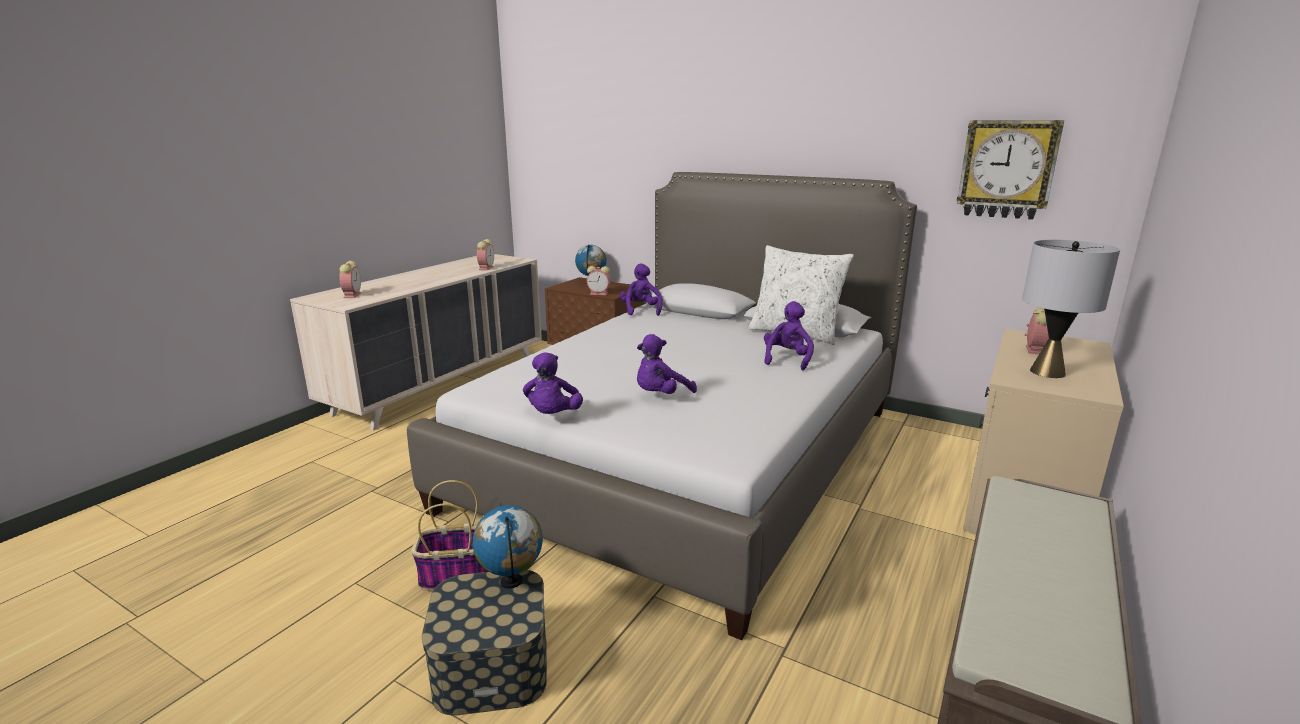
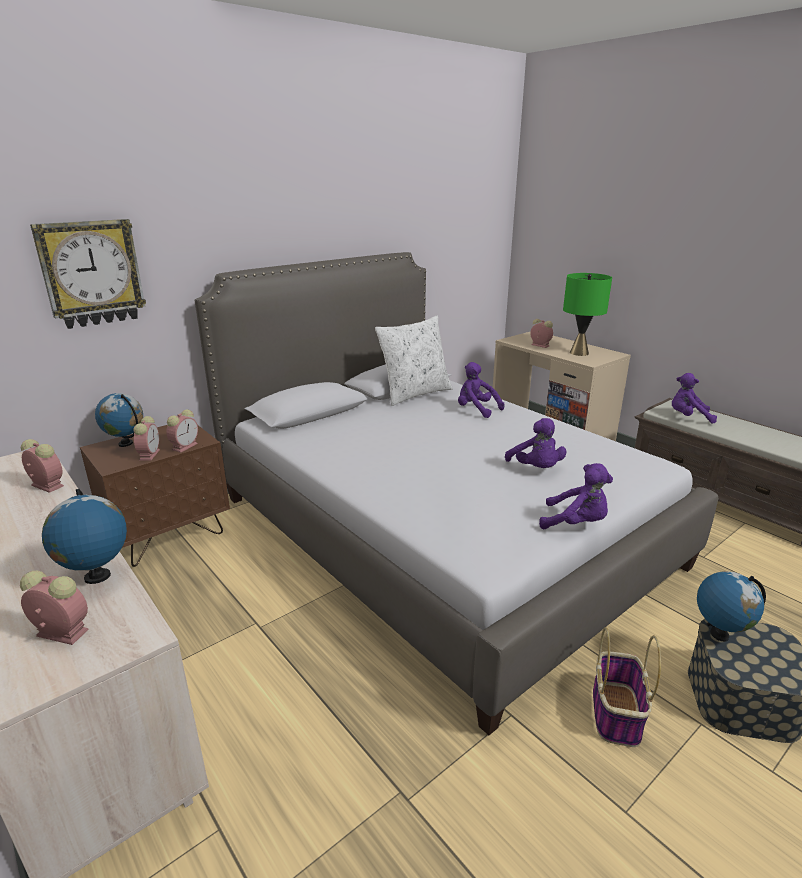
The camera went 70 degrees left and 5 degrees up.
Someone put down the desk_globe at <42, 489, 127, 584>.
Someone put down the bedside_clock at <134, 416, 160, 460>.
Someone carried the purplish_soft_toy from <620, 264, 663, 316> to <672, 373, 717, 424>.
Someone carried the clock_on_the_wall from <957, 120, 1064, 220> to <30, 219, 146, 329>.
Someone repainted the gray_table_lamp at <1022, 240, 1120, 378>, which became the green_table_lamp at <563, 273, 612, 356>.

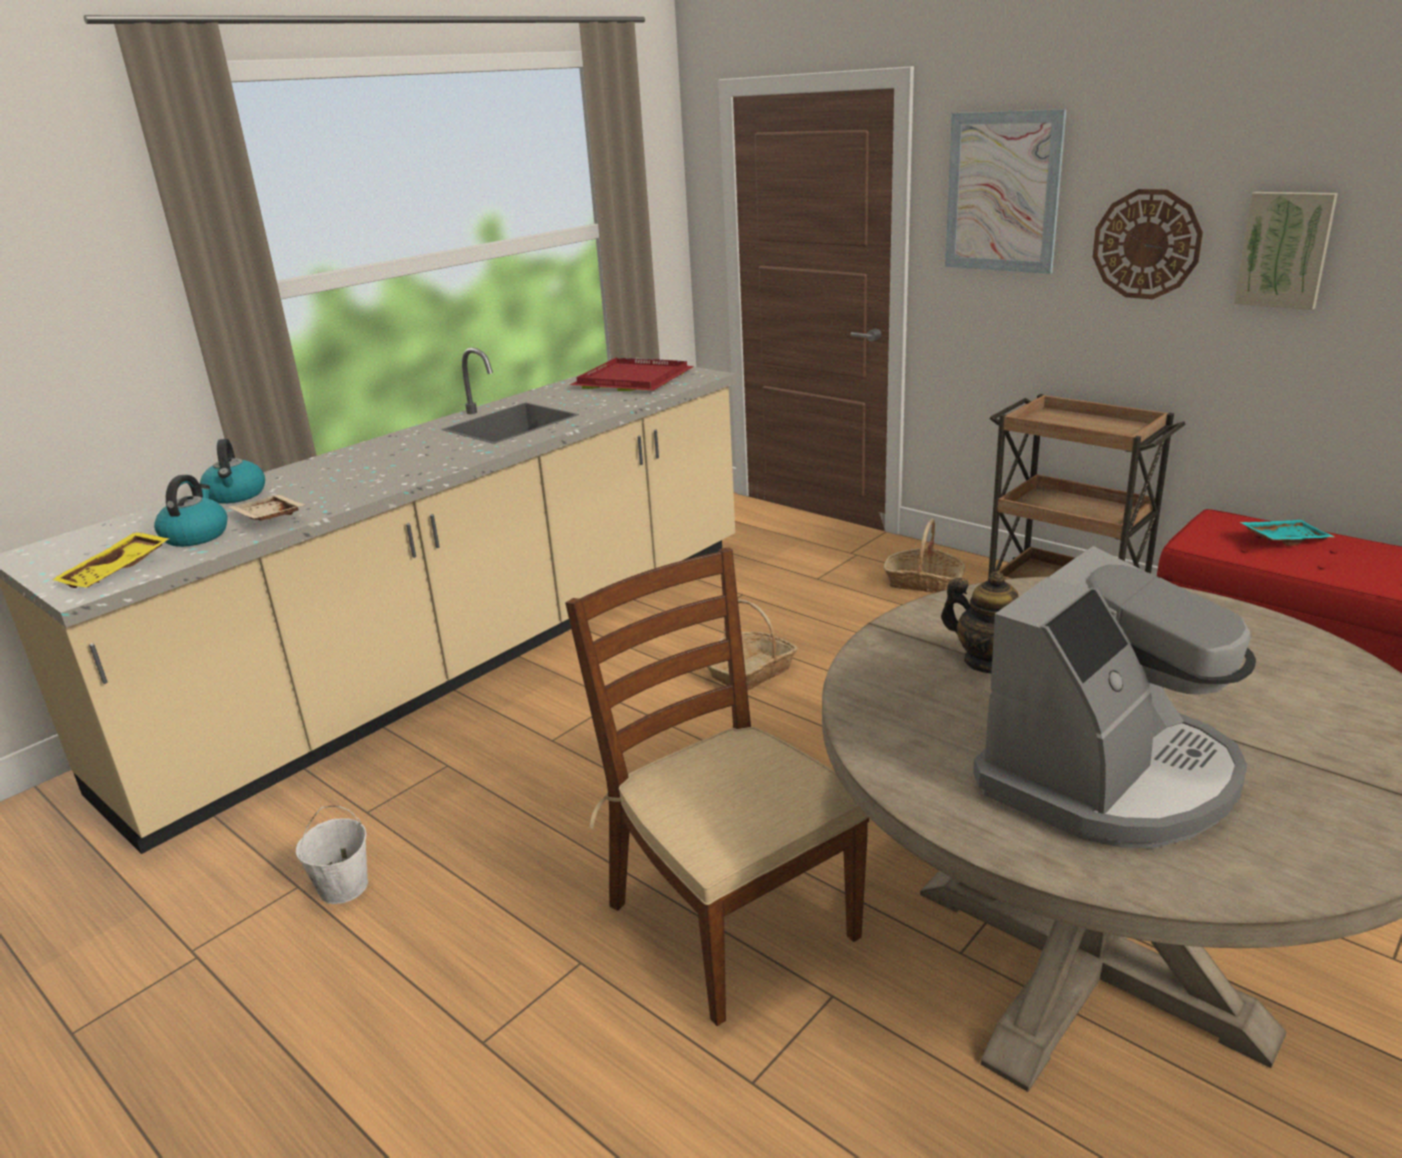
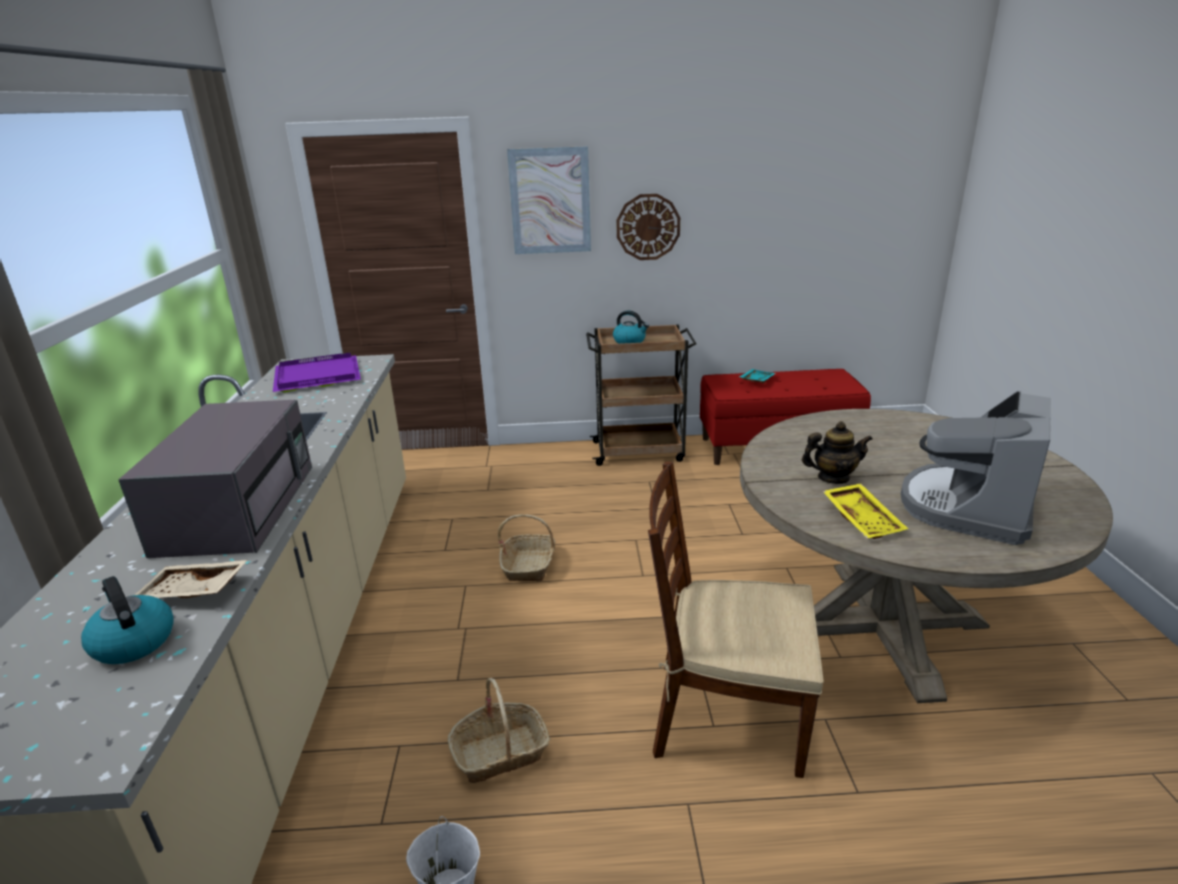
The camera went 45 degrees left and 0 degrees up.
Someone took away the wall_art at <1234, 192, 1338, 310>.
Someone put down the gray_microwave_oven at <118, 400, 312, 558>.
Someone carried the yellowish_carrying_tray from <52, 532, 169, 588> to <823, 484, 908, 539>.
Someone carried the water_kettle from <200, 439, 265, 504> to <613, 311, 649, 344>.
Someone carried the storage_basket from <884, 518, 965, 593> to <448, 678, 550, 783>.
Someone repainted the reddish_carrying_tray at <570, 357, 694, 391>, which became the purplish_carrying_tray at <273, 352, 361, 393>.
Someone rotated the coffee_brewer at <973, 546, 1256, 848> by 150 degrees counterclockwise.

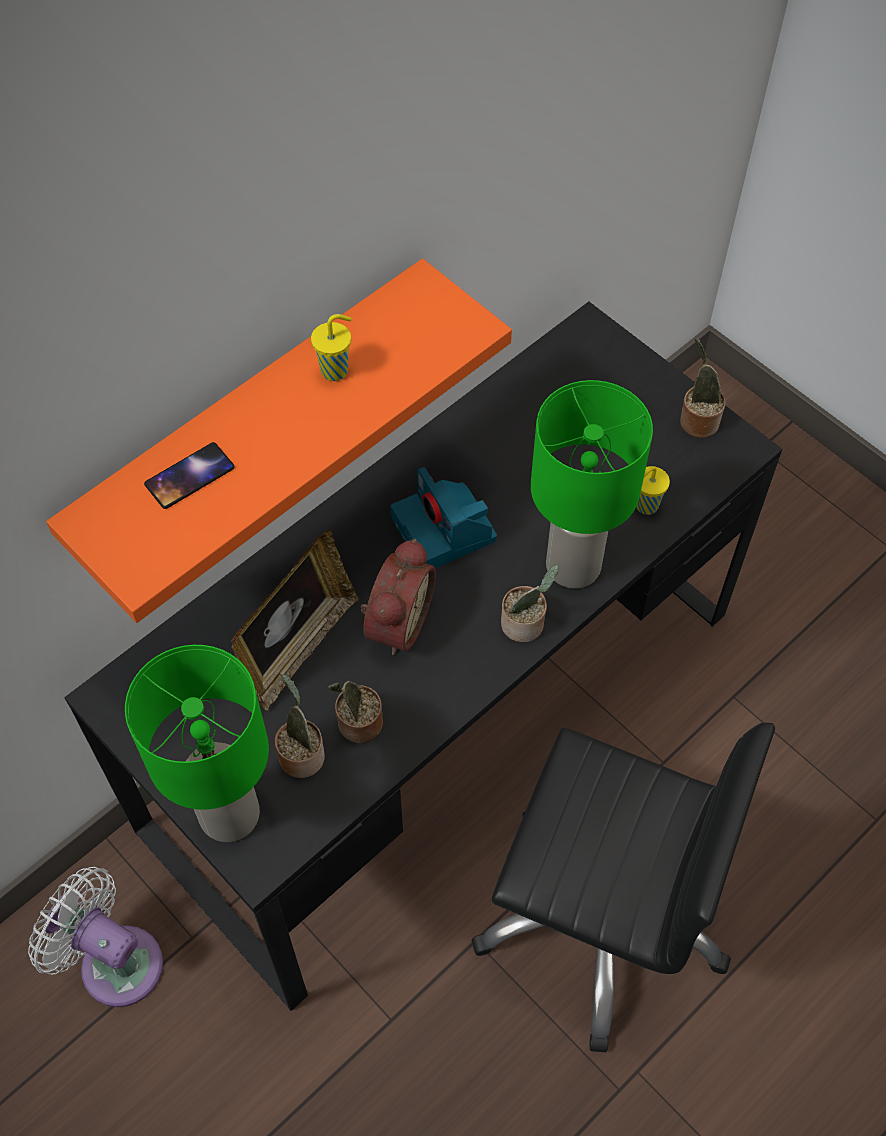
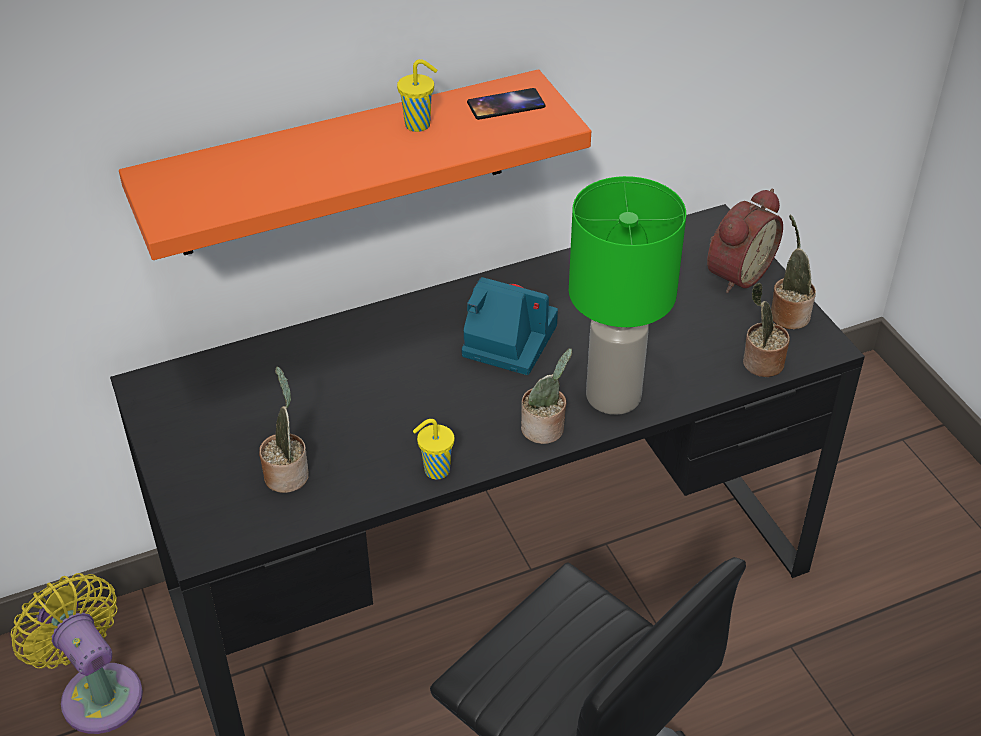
The camera went 20 degrees right and 15 degrees down.
Someone took away the green_table_lamp at <125, 645, 269, 842>.
Someone took away the photo_frame at <231, 530, 359, 711>.
Someone carried the telephone from <144, 442, 235, 509> to <467, 88, 546, 120>.
Someone carried the potted_plant from <329, 681, 383, 743> to <743, 283, 790, 377>.
Someone carried the bedside_clock from <361, 539, 436, 655> to <707, 189, 783, 293>.
Someone carried the yellowish_small_cup from <636, 466, 670, 515> to <413, 419, 454, 480>.
Someone repainted the whitish_electric_fan at <28, 867, 163, 1007>, which became the yellowish_electric_fan at <11, 573, 143, 734>.
Someone rotated the still_camera at <391, 467, 497, 569> by 120 degrees clockwise.

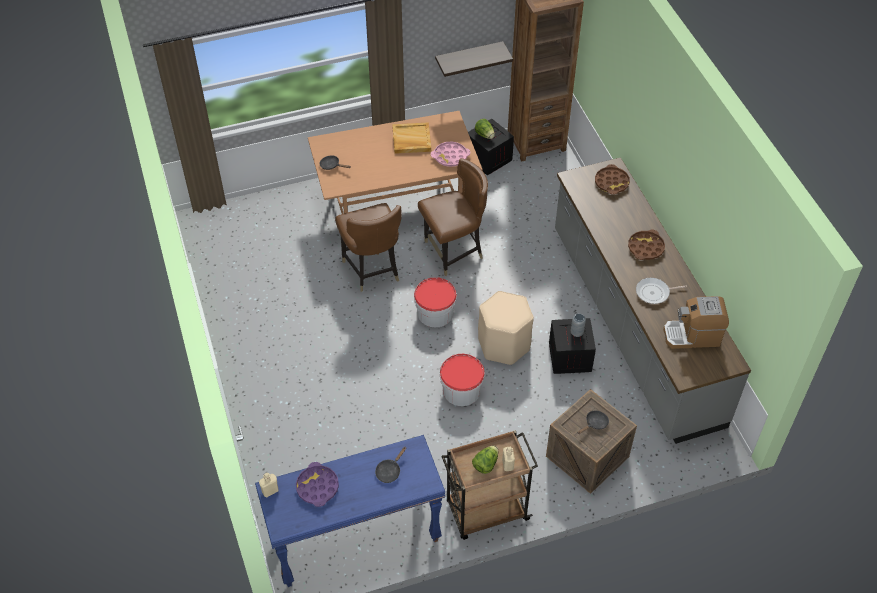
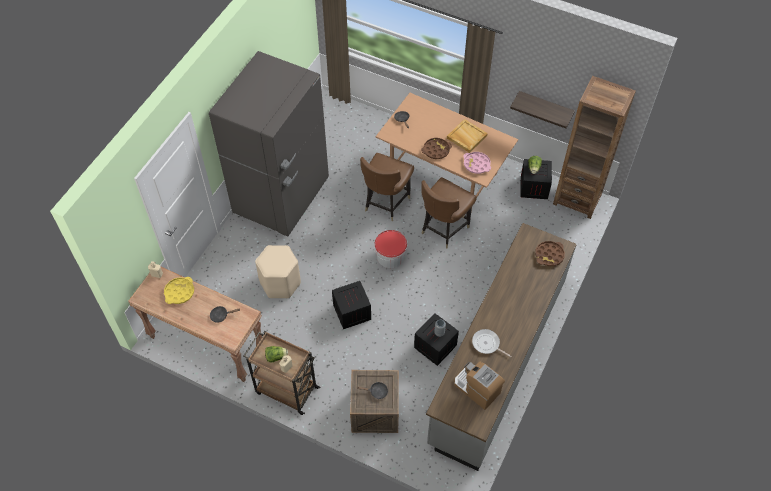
The camera went 45 degrees right and 5 degrees up.
Someone put down the gray_refrigerator at <209, 51, 329, 237>.
Someone carried the beige_sitting_stool from <478, 291, 534, 365> to <255, 245, 301, 298>.
Someone carried the brown-coloured_carrying_tray from <628, 230, 665, 260> to <421, 138, 452, 159>.
Someone swapped the bucket at <440, 354, 485, 406> for the packing_crate at <332, 281, 371, 329>.
Someone repainted the blue_narrow_table at <255, 435, 445, 587>, which became the brown-coloured_narrow_table at <128, 266, 262, 382>.
Someone repainted the purplish_carrying_tray at <296, 462, 339, 507>, which became the yellowish_carrying_tray at <164, 277, 194, 304>.
Someone rotated the brown-coloured_upright_chair at <418, 158, 488, 276> by 105 degrees clockwise.

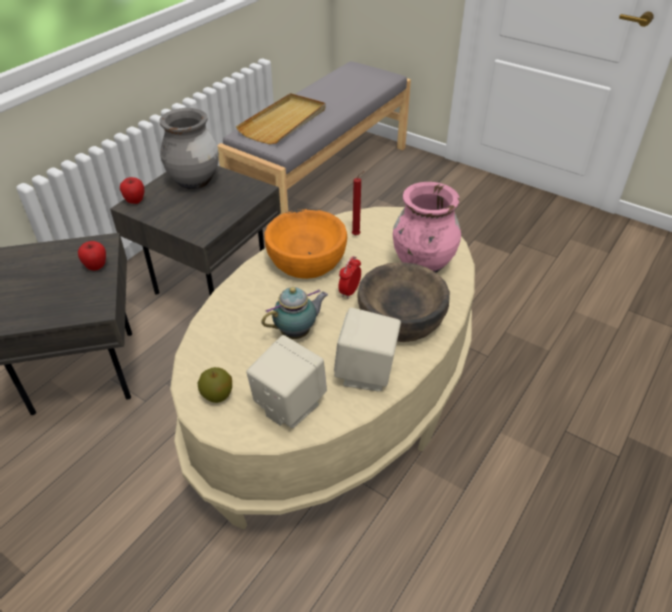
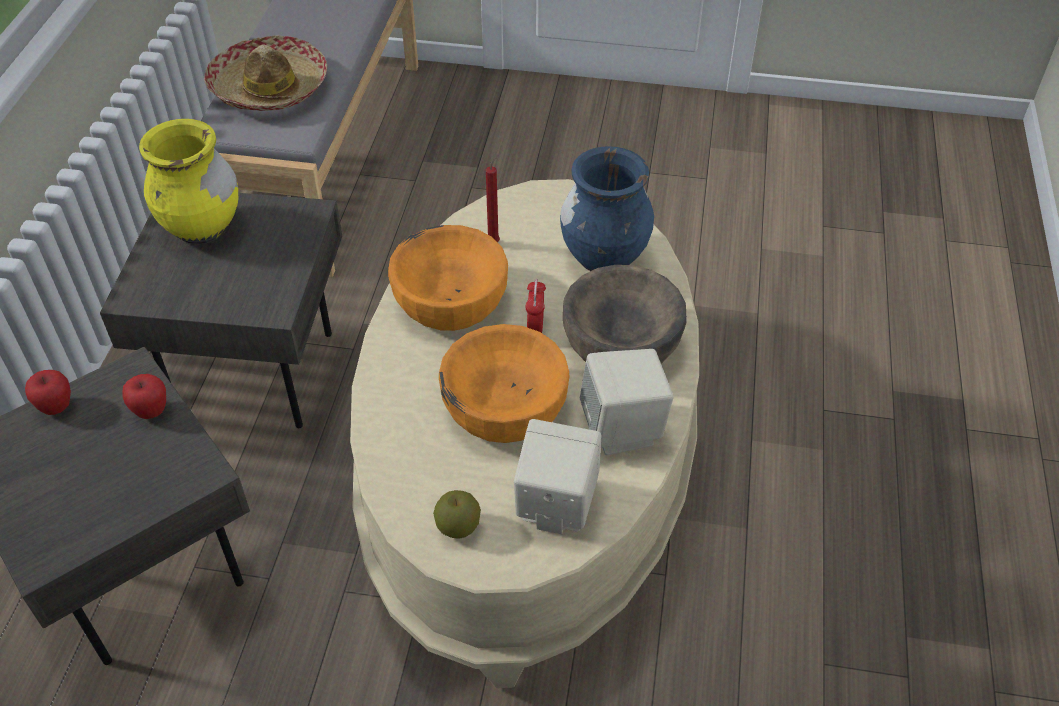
The camera went 25 degrees left and 5 degrees up.
Someone carried the apple_fruit from <120, 177, 144, 204> to <25, 370, 71, 415>.
Someone swapped the beige_carrying_tray at <236, 93, 326, 144> for the wearable_hat at <204, 35, 327, 111>.
Someone swapped the pot_for_tea at <261, 287, 328, 339> for the orange_bowl at <439, 324, 570, 443>.
Someone repainted the gray_vase at <160, 108, 219, 189>, which became the yellowish_vase at <139, 119, 238, 244>.
Someone repainted the pink-coloured_vase at <393, 182, 461, 273>, which became the blue_vase at <560, 146, 654, 271>.

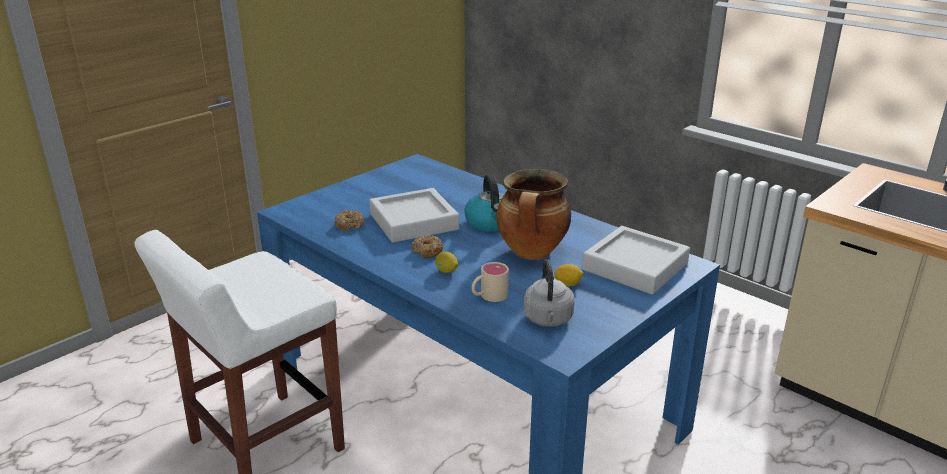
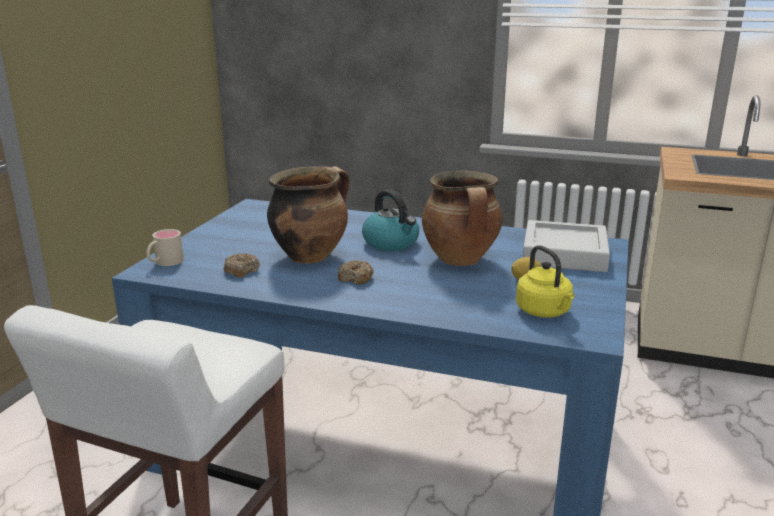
The camera went 25 degrees left and 5 degrees down.
Someone took away the whole_lemon at <435, 251, 458, 273>.
Someone carried the beige_tea_mug from <472, 262, 509, 302> to <146, 229, 184, 266>.
Someone swapped the gray_carrying_tray at <370, 188, 459, 243> for the saucepot at <267, 166, 350, 264>.
Someone repainted the gray_water_kettle at <524, 259, 574, 327>, which became the yellowish_water_kettle at <516, 245, 574, 318>.

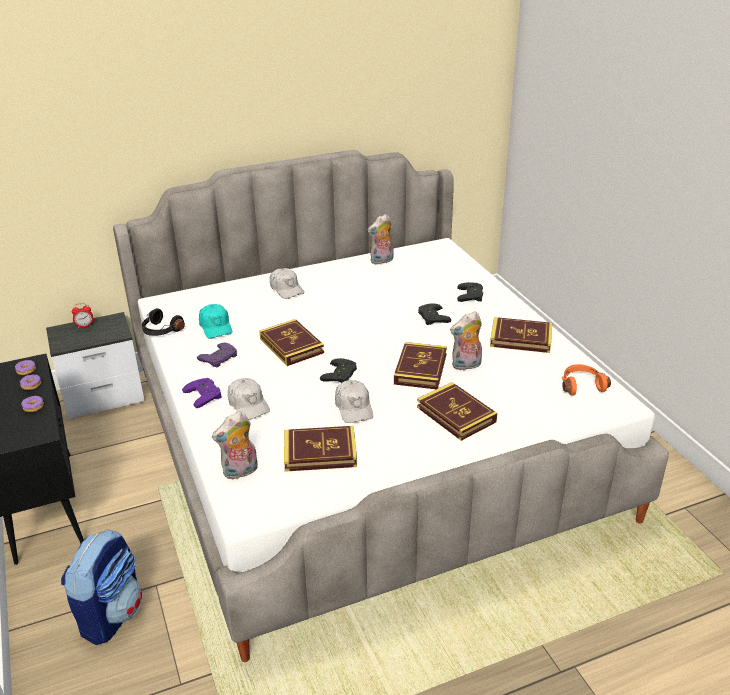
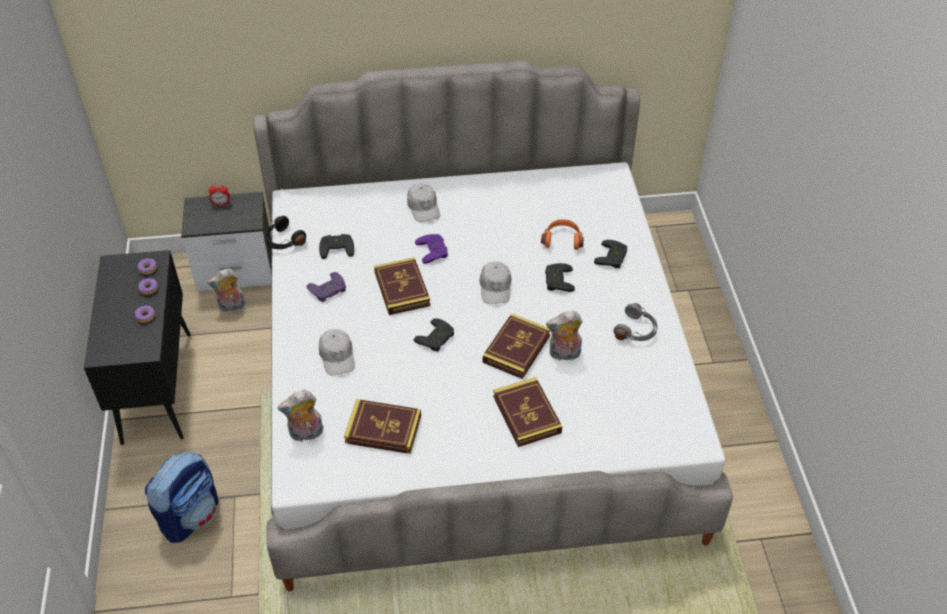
The camera went 15 degrees right and 15 degrees up.
Someone carried the purplish_gamepad from <182, 378, 222, 408> to <415, 234, 448, 264>.
Someone carried the whitish_peaked_cap from <335, 380, 373, 423> to <480, 261, 512, 304>.
Someone carried the soft_toy from <368, 214, 394, 264> to <207, 268, 246, 312>.
Someone carried the orange_headphones from <562, 364, 611, 395> to <541, 219, 584, 250>.
Someone swapped the turquoise-coloured_peaked_cap at <199, 304, 232, 339> for the black-coloured_gamepad at <319, 234, 354, 259>.
Someone swapped the book at <490, 317, 552, 353> for the gray_headphones at <613, 303, 657, 341>.

